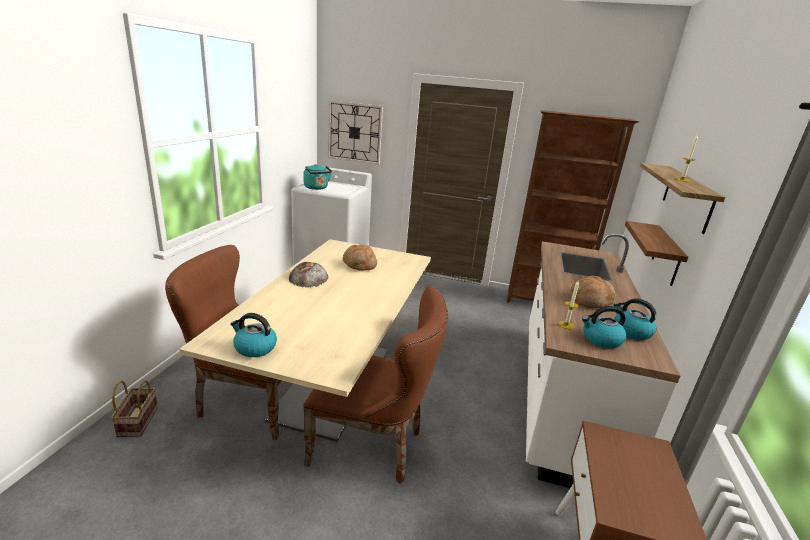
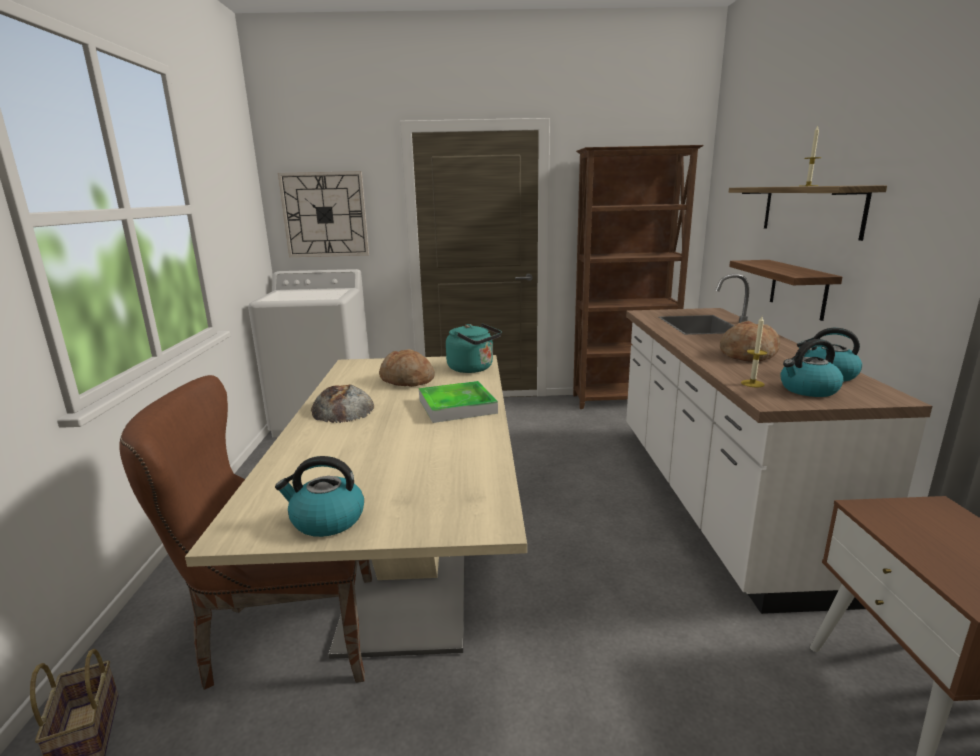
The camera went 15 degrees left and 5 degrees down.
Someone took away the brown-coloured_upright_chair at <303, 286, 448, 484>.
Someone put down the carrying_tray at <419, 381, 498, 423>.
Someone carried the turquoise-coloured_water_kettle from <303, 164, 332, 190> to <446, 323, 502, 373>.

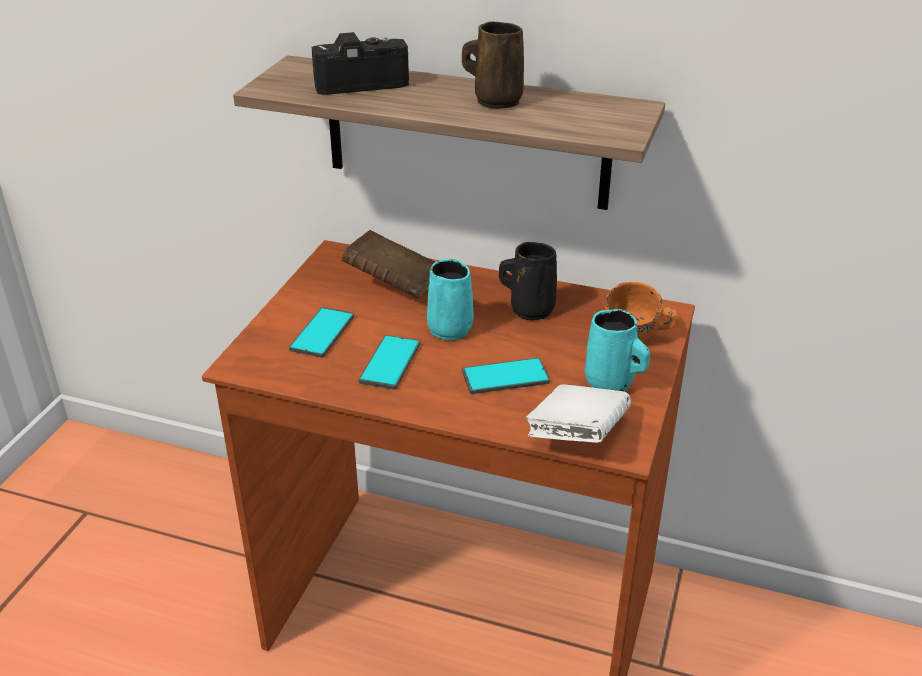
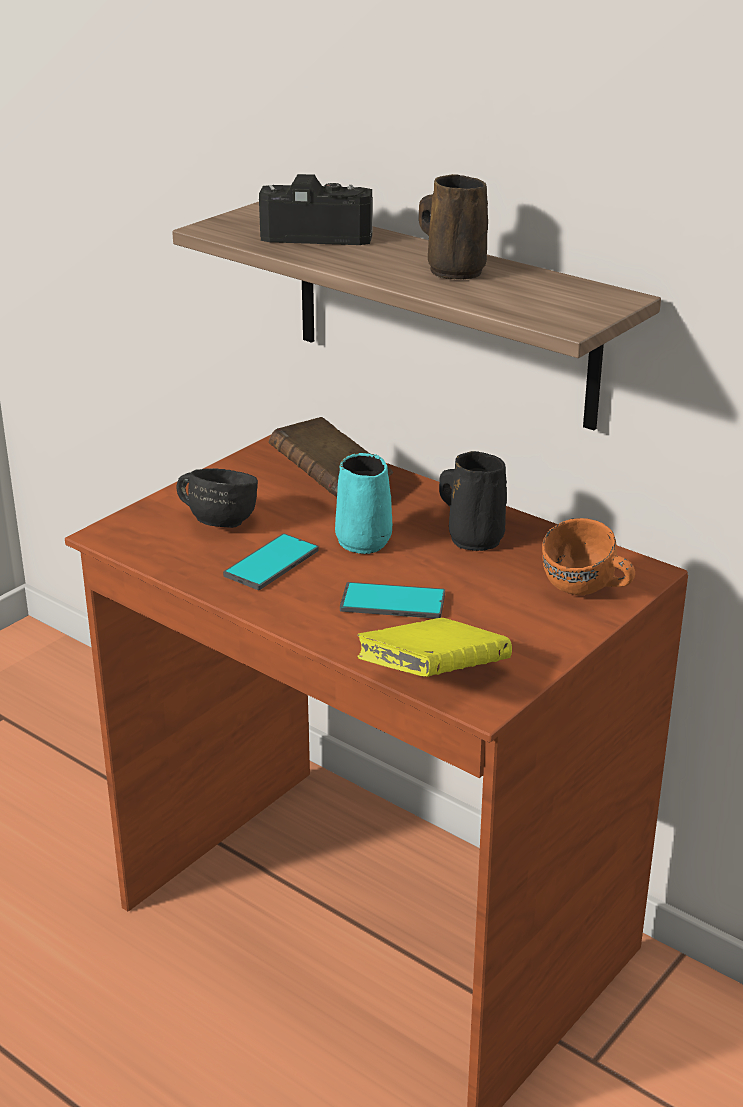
The camera went 20 degrees right and 5 degrees down.
Someone took away the turquoise-coloured_tea_mug at <585, 309, 650, 392>.
Someone swapped the telephone at <289, 307, 354, 358> for the black-coloured_tea_mug at <177, 468, 258, 528>.
Someone repainted the whitish_book at <526, 384, 631, 443>, which became the yellowish_book at <357, 618, 512, 677>.

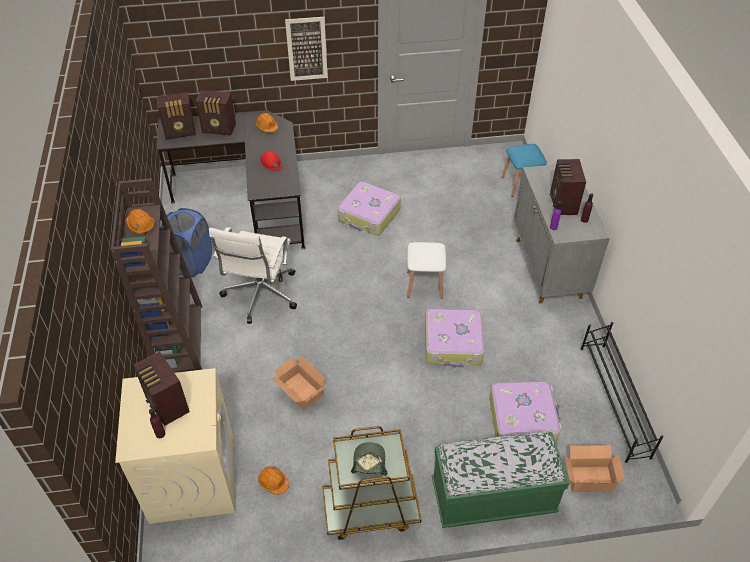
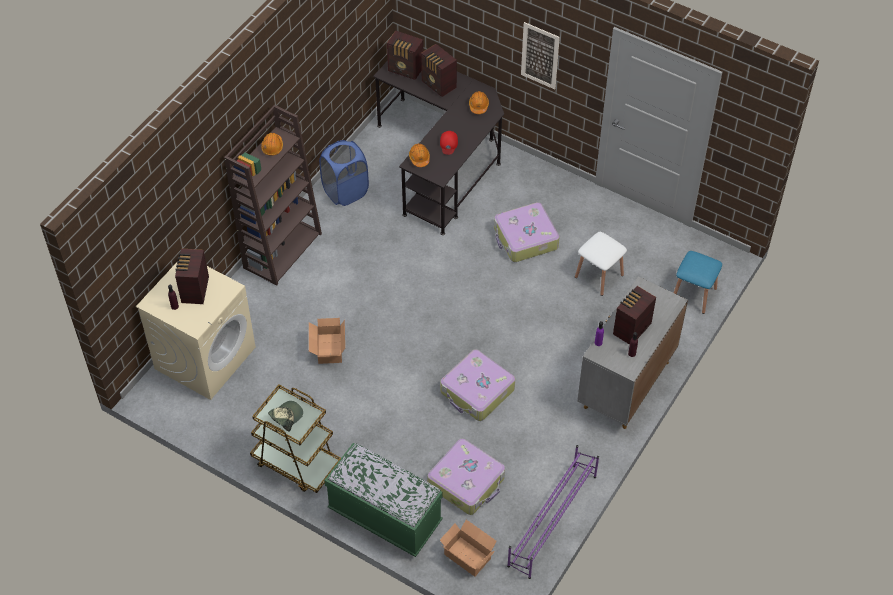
The camera went 40 degrees right and 5 degrees up.
Someone took away the whitish_desk_chair at <209, 227, 297, 324>.
Someone carried the orange_safety_helmet from <258, 466, 289, 495> to <409, 144, 430, 167>.
Someone carried the whitish_sitting_stool from <407, 242, 446, 299> to <575, 232, 627, 296>.
Someone repainted the black-coloured_shoe_shelf at <581, 322, 663, 463>, which became the purplish_shoe_shelf at <507, 445, 599, 579>.

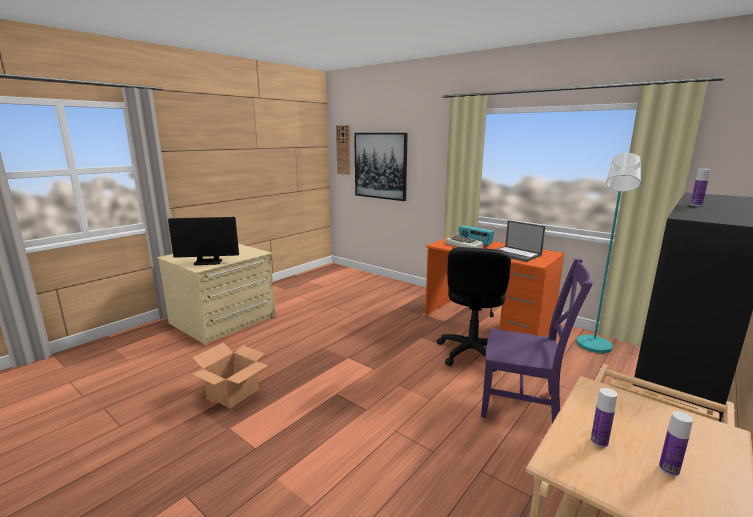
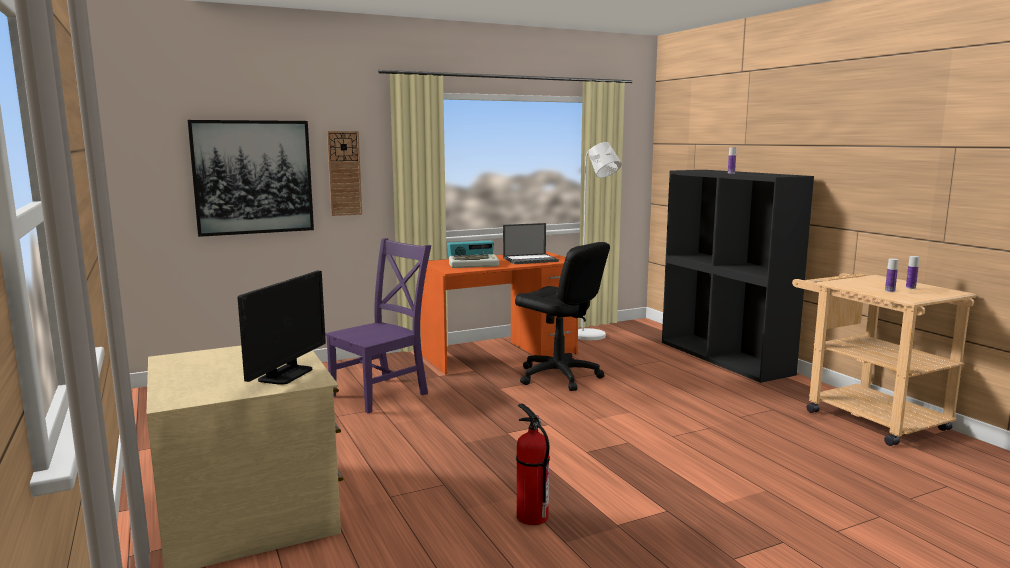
The camera went 65 degrees left and 5 degrees down.
Someone carried the clock_on_the_wall from <336, 125, 351, 175> to <327, 131, 362, 216>.
Someone carried the purplish_upright_chair from <481, 259, 593, 423> to <325, 238, 431, 413>.
Someone swapped the carton at <192, 343, 268, 408> for the fire-fighting_cylinder at <516, 404, 550, 525>.
Someone repainted the turquoise-coloured_standard_lamp at <576, 153, 641, 353>, which became the whitish_standard_lamp at <578, 142, 622, 340>.

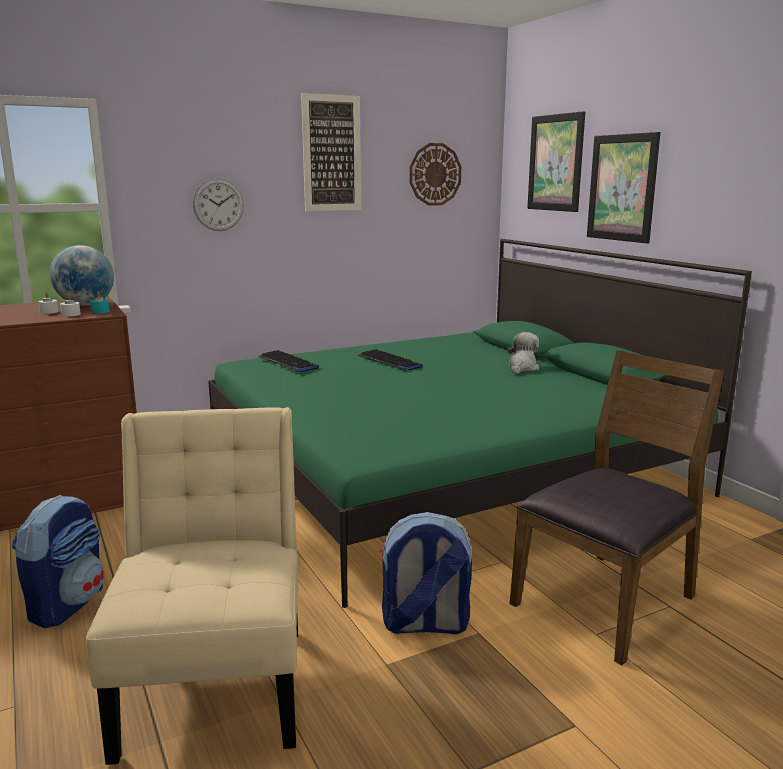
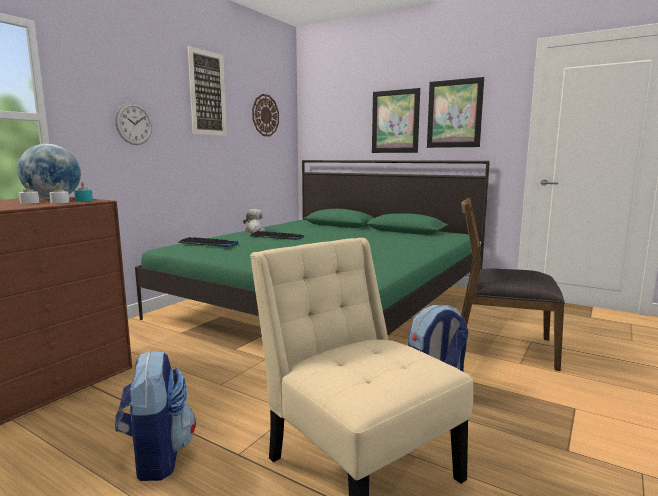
The camera went 30 degrees left and 5 degrees down.
Someone carried the soft_toy from <507, 332, 539, 374> to <243, 209, 265, 233>.
Someone carried the wall_art from <527, 111, 585, 212> to <427, 77, 484, 148>.
Someone rotated the brown-coloured_upright_chair at <510, 350, 724, 665> by 90 degrees counterclockwise.

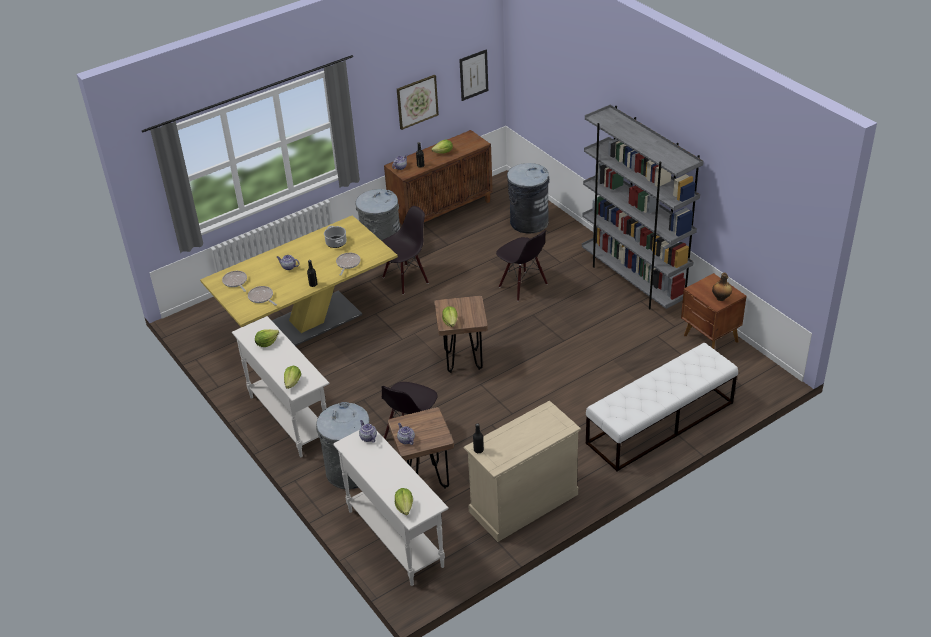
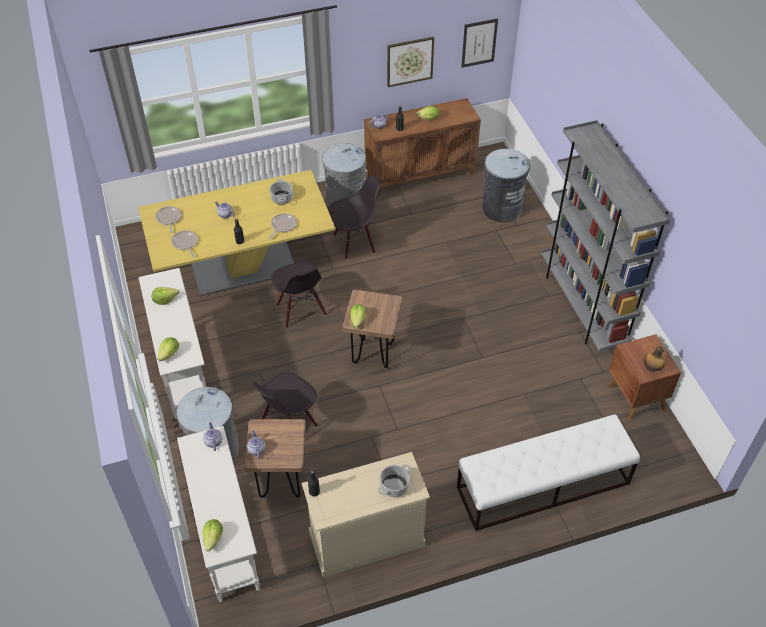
The camera went 15 degrees right and 10 degrees up.
Someone put down the saucepot at <378, 464, 411, 497>.
Someone carried the black-coloured_upright_chair from <496, 231, 548, 301> to <271, 261, 327, 329>.

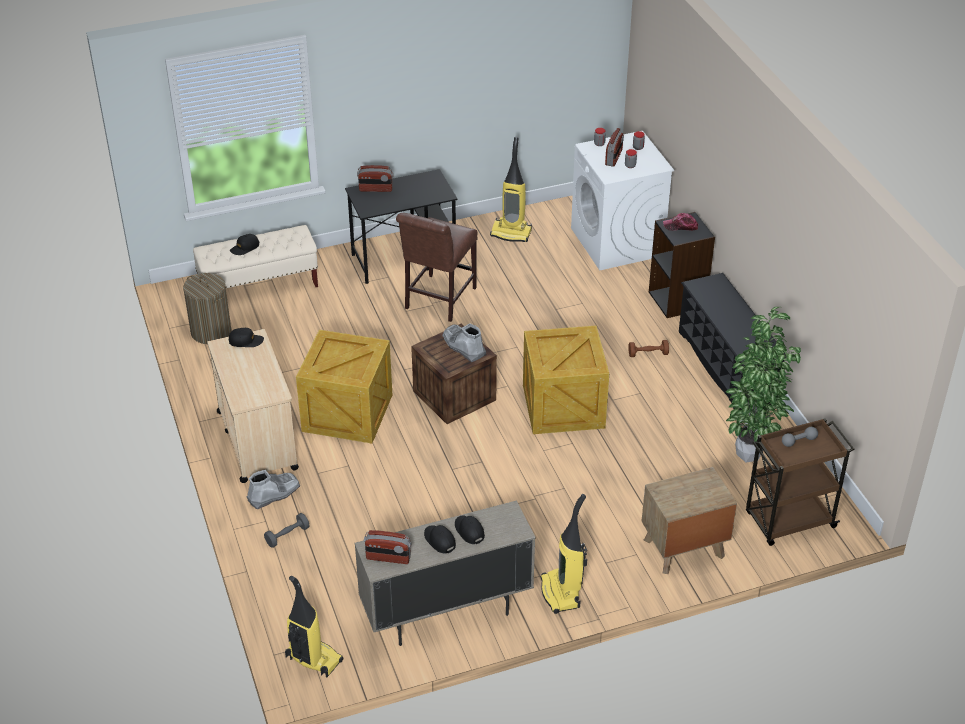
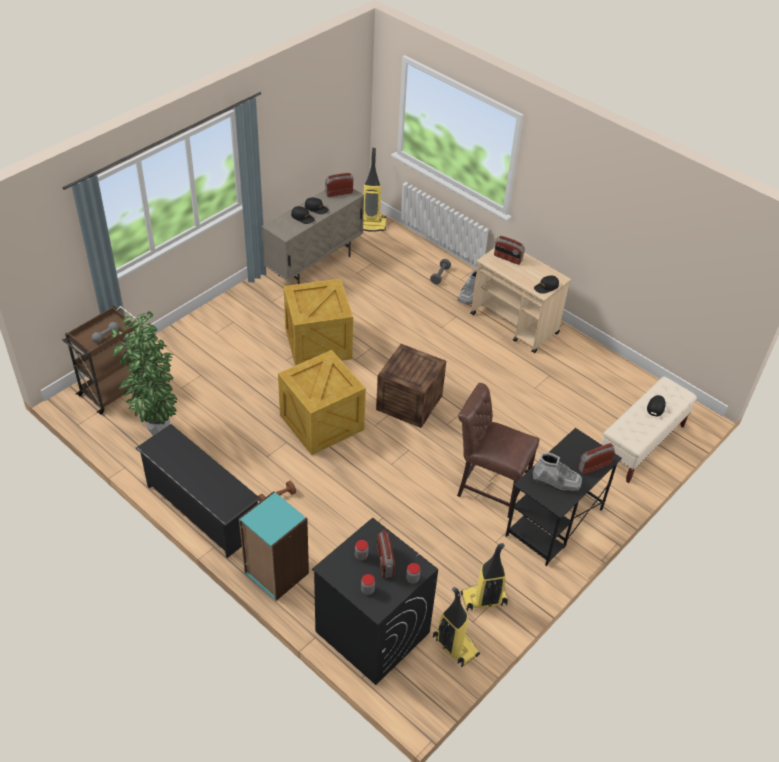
The camera went 150 degrees right and 5 degrees up.
Someone took away the washing_basket at <183, 273, 231, 344>.
Someone took away the brown-coloured_nightstand at <642, 467, 737, 574>.
Someone took away the peaked_cap at <663, 213, 698, 231>.
Someone put down the radio_set at <494, 236, 525, 265>.
Someone carried the packing_crate from <296, 330, 392, 443> to <284, 279, 353, 366>.
Someone carried the gray_boot from <442, 323, 486, 362> to <533, 453, 582, 491>.
Someone carried the vacuum_cleaner from <541, 494, 587, 614> to <433, 587, 480, 667>.
Someone repainted the whitish_laundry_machine at <571, 131, 674, 270>, which became the black-coloured_laundry_machine at <312, 518, 438, 685>.
Someone repainted the black-coloured_bookcase at <649, 212, 715, 318>, which became the turquoise-coloured_bookcase at <239, 491, 309, 601>.
Someone rotated the brown-coloured_upright_chair at <396, 213, 477, 322> by 60 degrees counterclockwise.

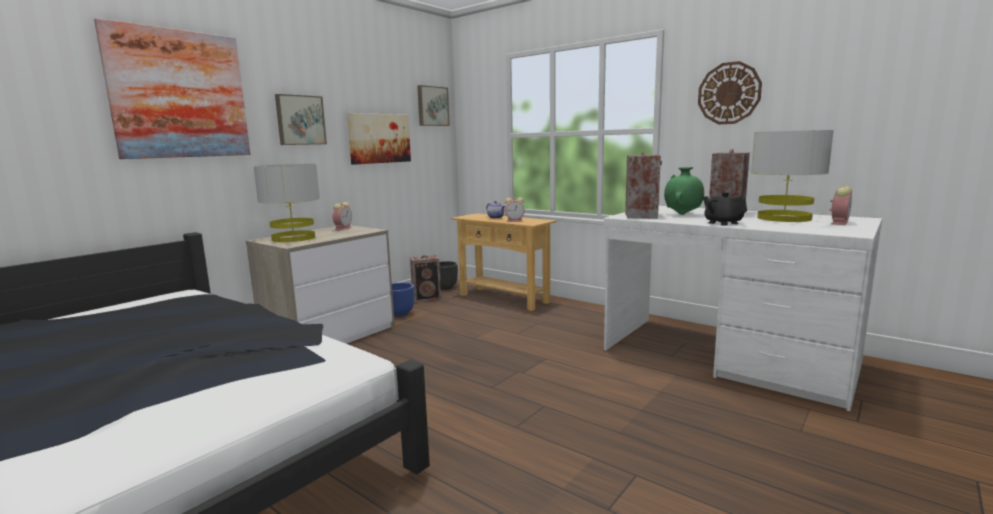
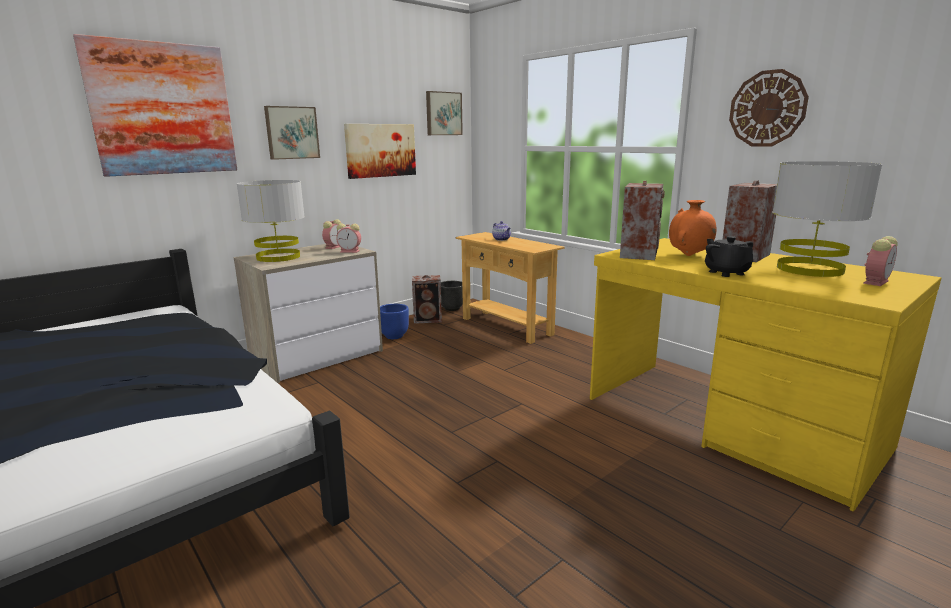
The camera went 10 degrees right and 5 degrees up.
Someone carried the bedside_clock from <505, 197, 524, 222> to <336, 223, 361, 253>.
Someone repainted the whitish_desk at <604, 206, 882, 411>, which became the yellowish_desk at <590, 238, 942, 511>.
Someone repainted the green_vase at <664, 167, 704, 215>, which became the orange_vase at <669, 200, 716, 256>.

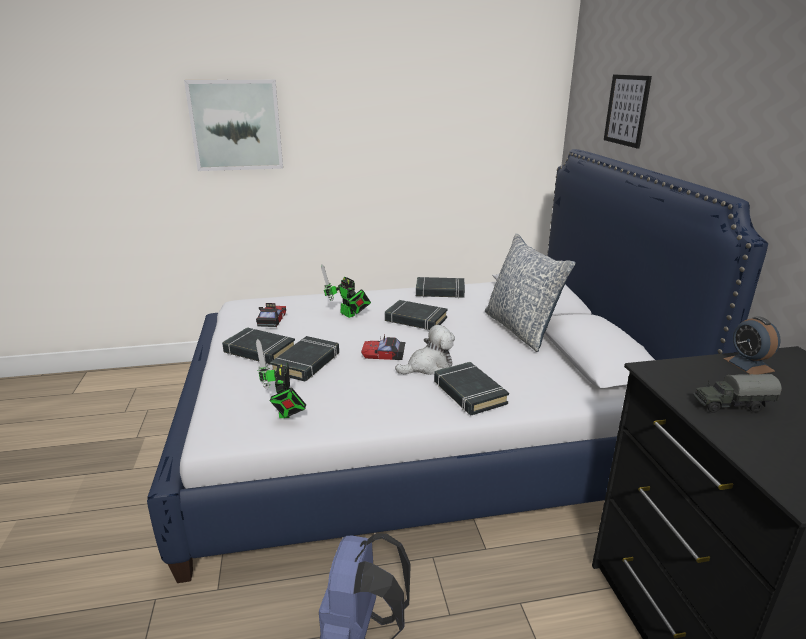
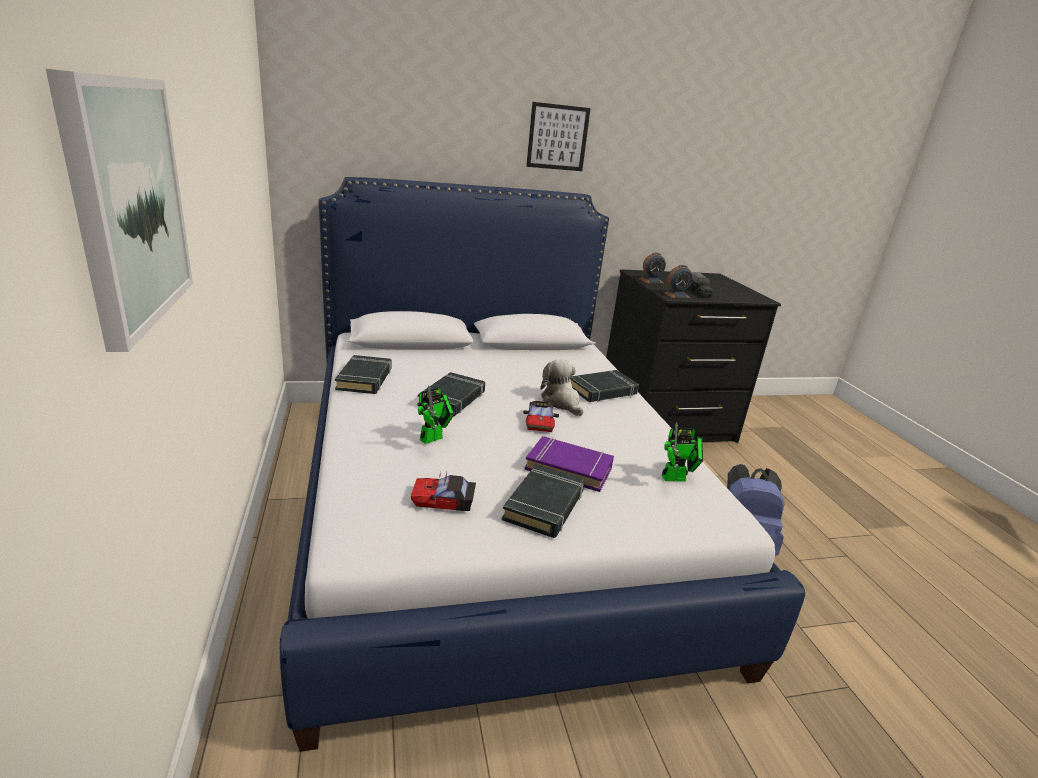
The camera went 95 degrees left and 0 degrees up.
Someone took away the cushion at <485, 233, 576, 352>.
Someone put down the bedside_clock at <663, 265, 693, 298>.
Someone carried the wall_art from <604, 75, 652, 148> to <526, 102, 591, 171>.
Someone repainted the black-coloured_book at <270, 336, 339, 382>, which became the purplish_book at <525, 436, 614, 492>.

